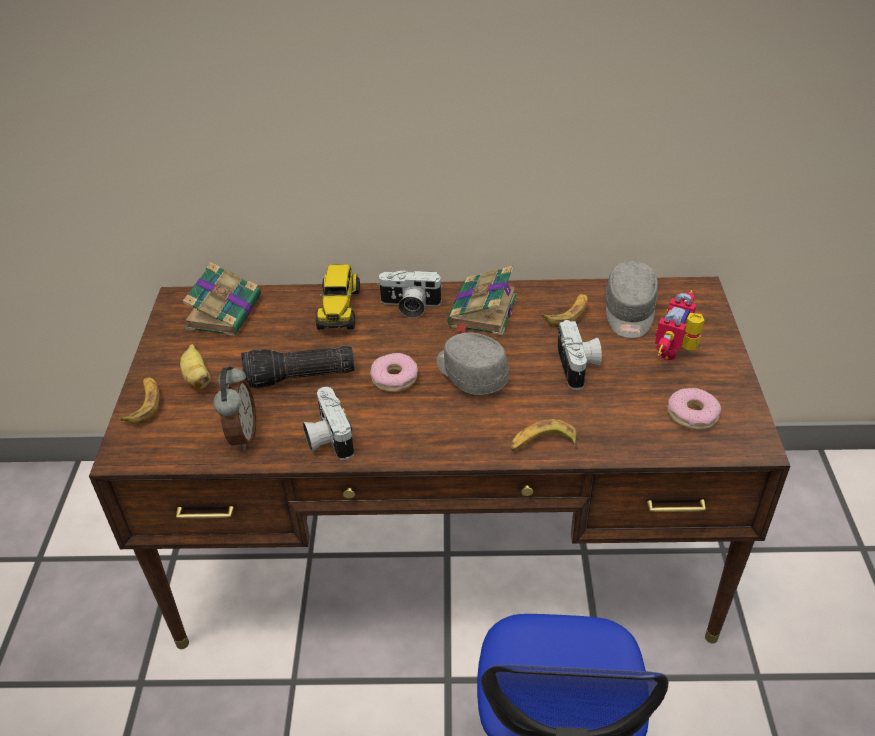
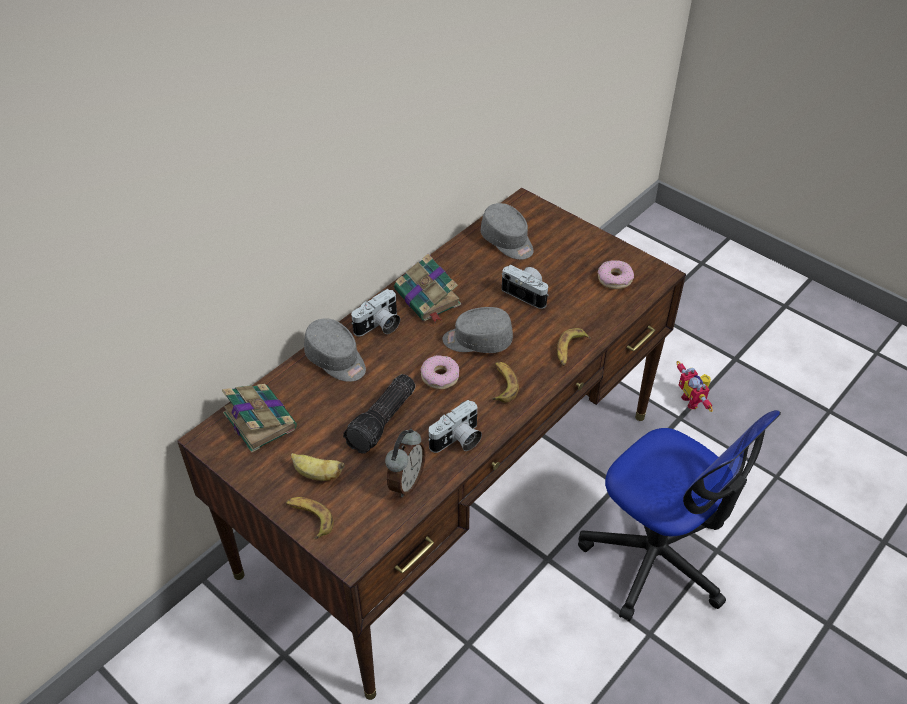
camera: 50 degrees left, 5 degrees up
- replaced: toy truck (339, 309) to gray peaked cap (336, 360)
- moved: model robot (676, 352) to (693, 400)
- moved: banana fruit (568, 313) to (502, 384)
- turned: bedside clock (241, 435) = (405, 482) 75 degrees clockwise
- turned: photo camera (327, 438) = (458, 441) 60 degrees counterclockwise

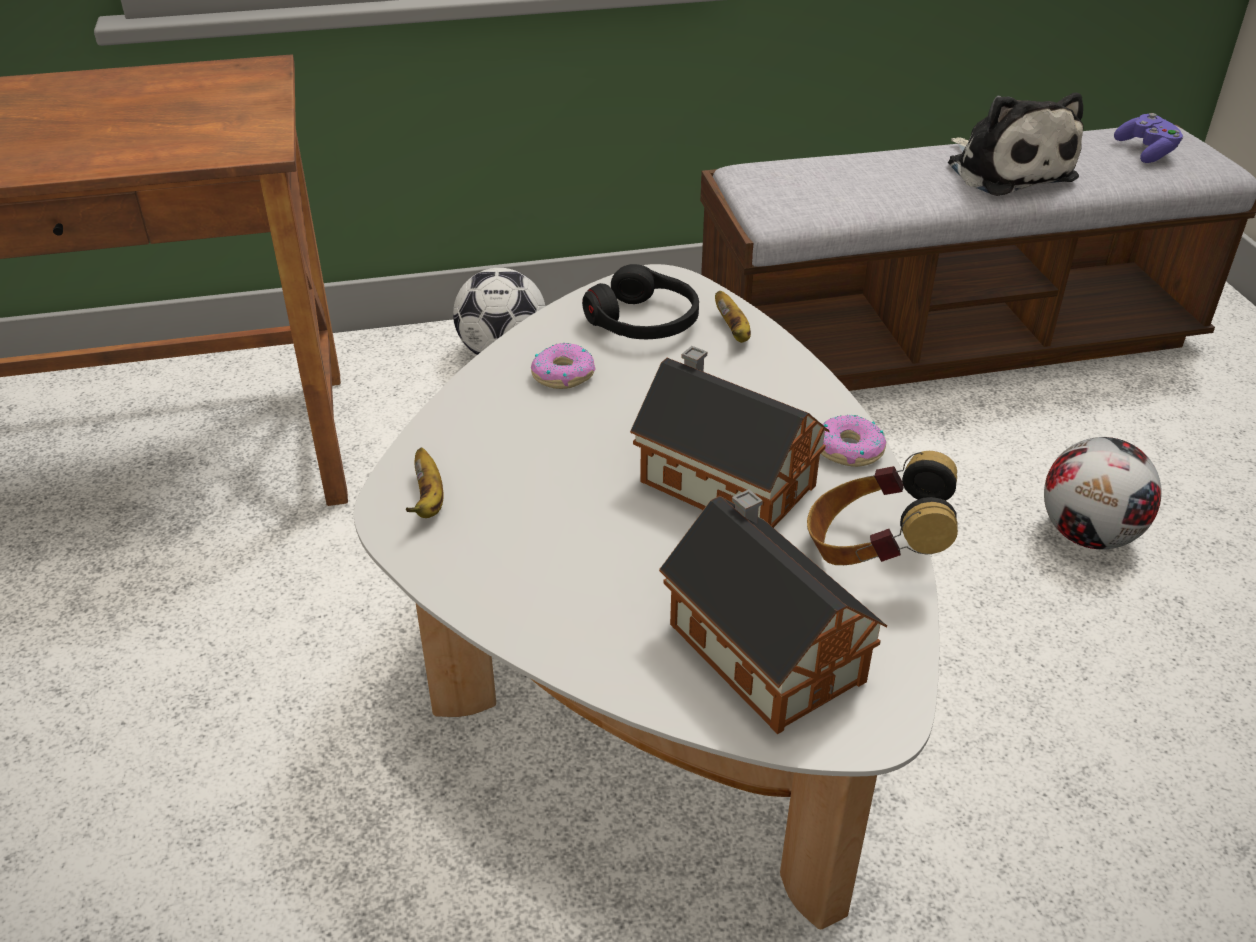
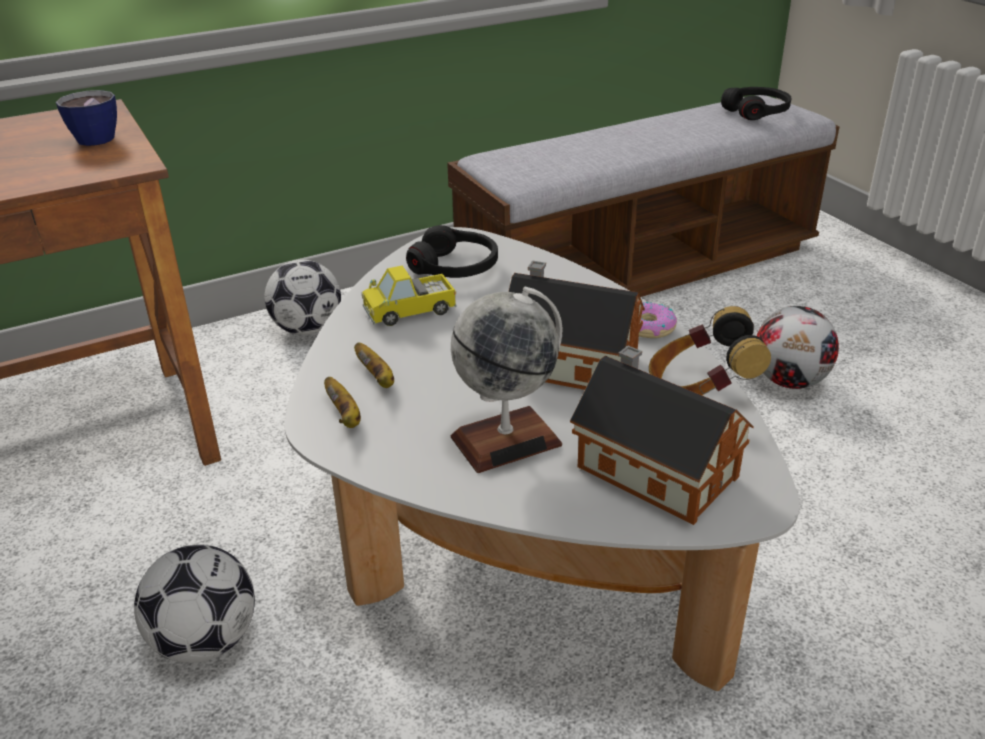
camera: 15 degrees left, 5 degrees down
- removed: cuddly toy (1007, 170)
- replaced: purplish joypad (1146, 151) to black-coloured headset (756, 112)
- moved: banana fruit (733, 331) to (377, 378)
- replaced: donut (563, 374) to toy truck (410, 312)
- added: small cup (93, 137)
- added: desk globe (506, 440)
- added: ball for football (205, 641)

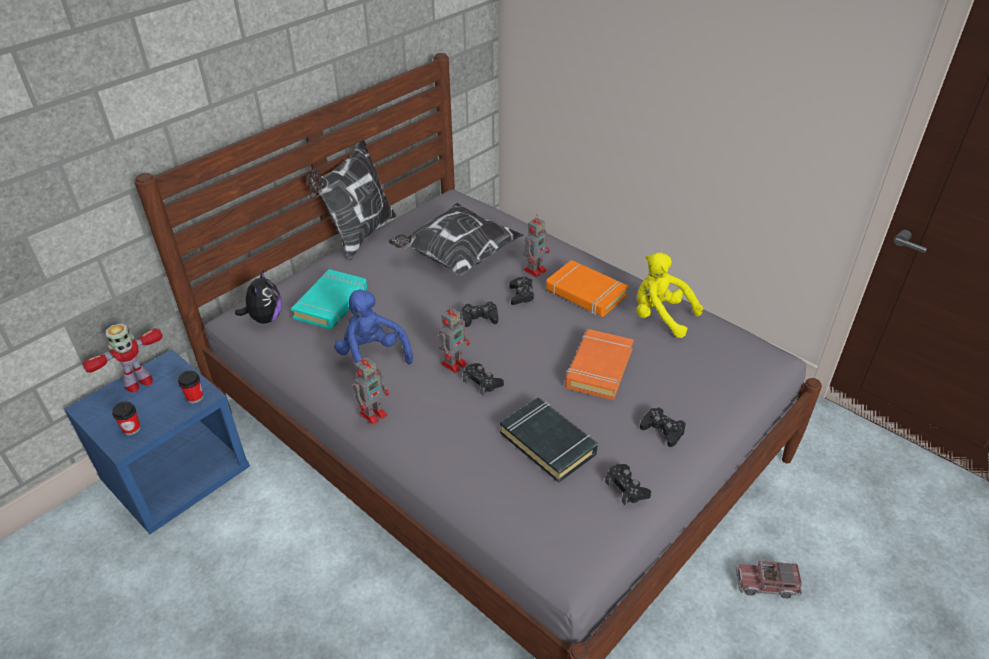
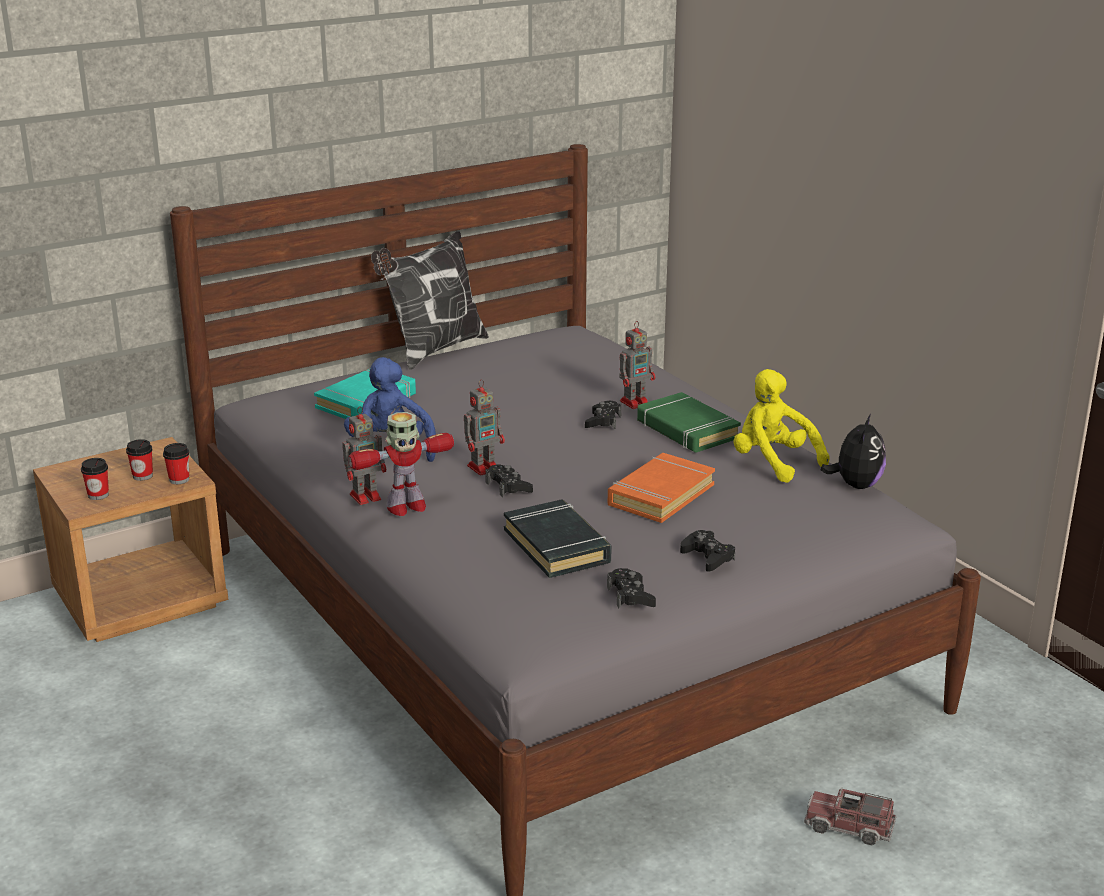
camera: 15 degrees right, 15 degrees down
- removed: pillow (456, 257)
- recoloured: orangey book (585, 293) to green-coloured book (686, 430)
- moved: cuddly toy (265, 318) to (855, 485)
- removed: black-coloured joypad (479, 318)
- moved: model robot (137, 382) to (405, 507)
- recoloured: bluish nightstand (178, 477) to brown-coloured nightstand (141, 599)
- added: small cup (142, 476)

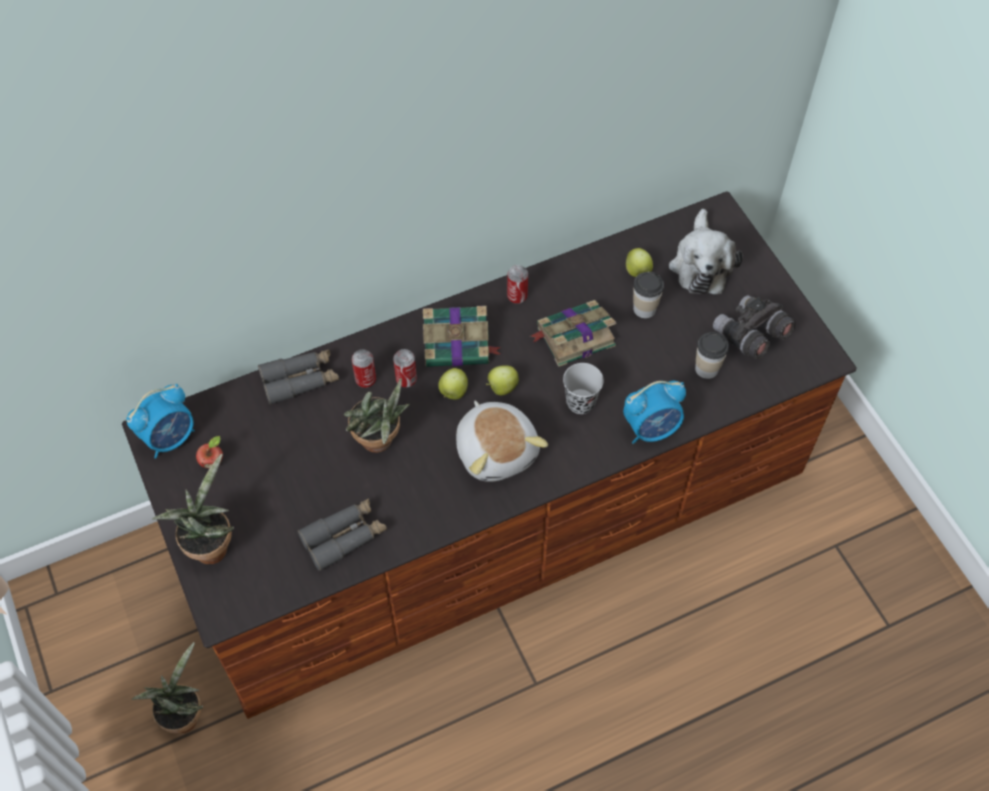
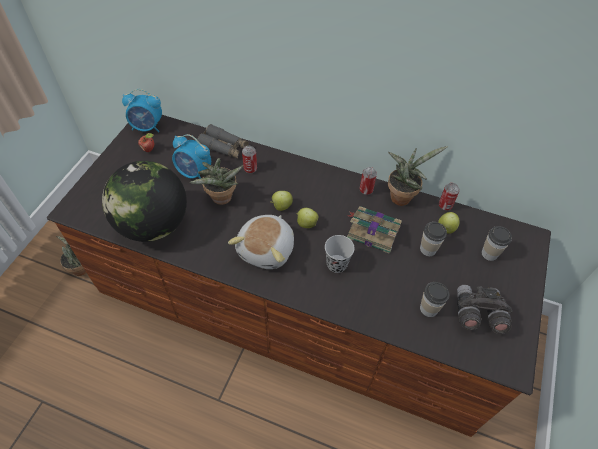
camera: 45 degrees right, 5 degrees down
- replaced: cuddly toy (701, 264) to small cup (489, 253)
- removed: book (458, 344)
- moved: sealed can (406, 379) to (445, 206)
- moved: bedside clock (651, 428) to (194, 173)
- moved: plant in a pot (211, 544) to (402, 196)
- replaced: gray pair of binoculars (344, 537) to desk globe (153, 225)

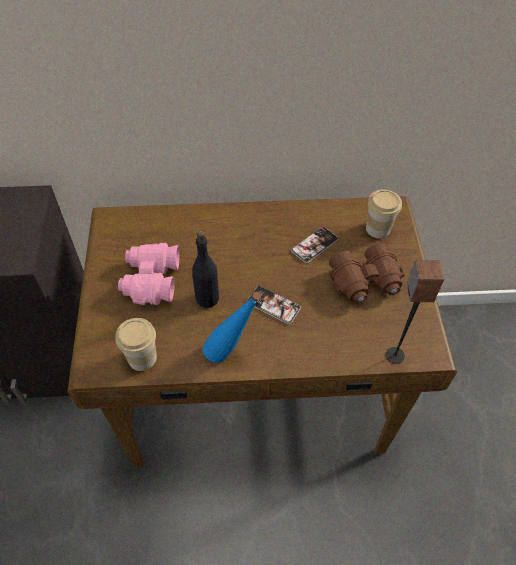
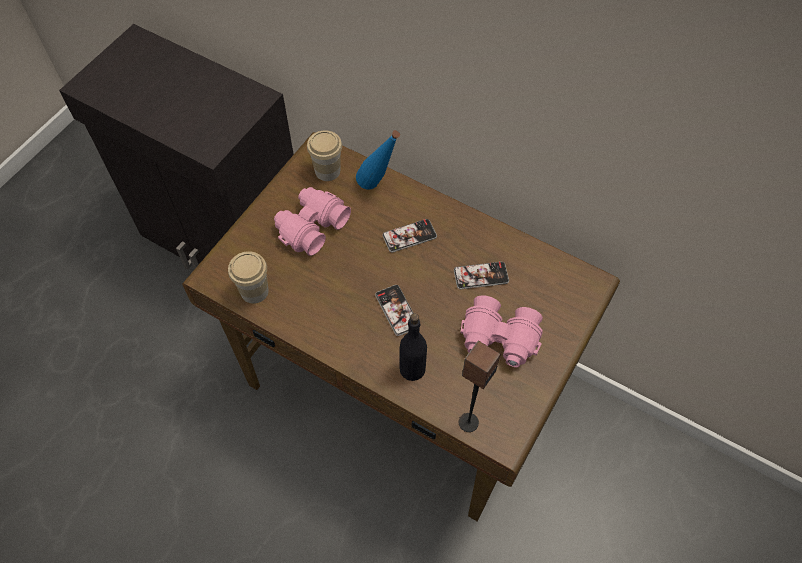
camera: 35 degrees right, 5 degrees up
- moved: small cup (378, 229) to (327, 171)
- moved: black-coloured beverage bottle (207, 298) to (412, 368)
- recoloured: brown-coloured pair of binoculars (366, 282) to pink-coloured pair of binoculars (499, 340)
- moved: bluish beverage bottle (231, 354) to (378, 188)
- added: telephone (409, 236)

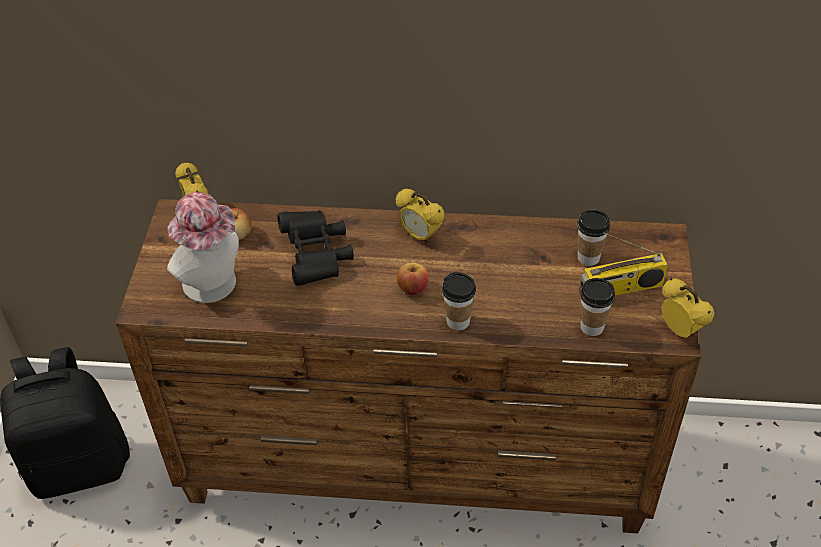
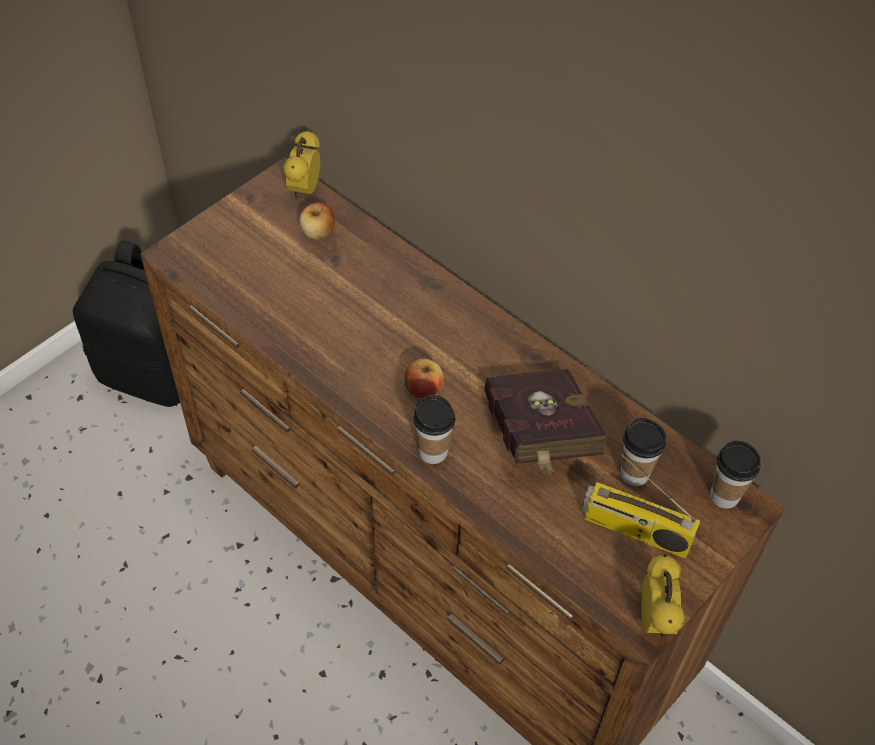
camera: 35 degrees right, 5 degrees up
- removed: bedside clock (420, 236)
- removed: clothing hat (214, 286)
- removed: black-coloured pair of binoculars (317, 256)
- moved: small cup (592, 327) to (724, 496)
- added: reddish book (539, 441)

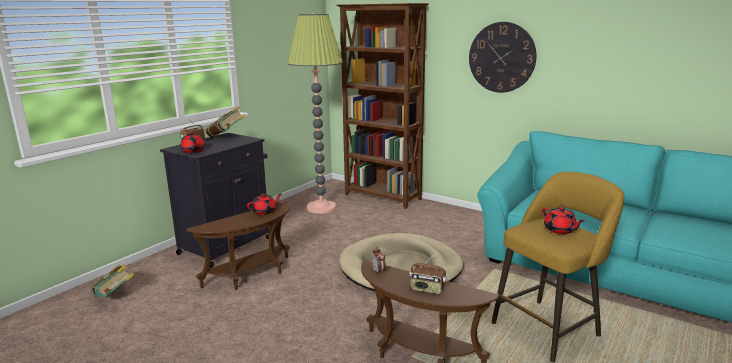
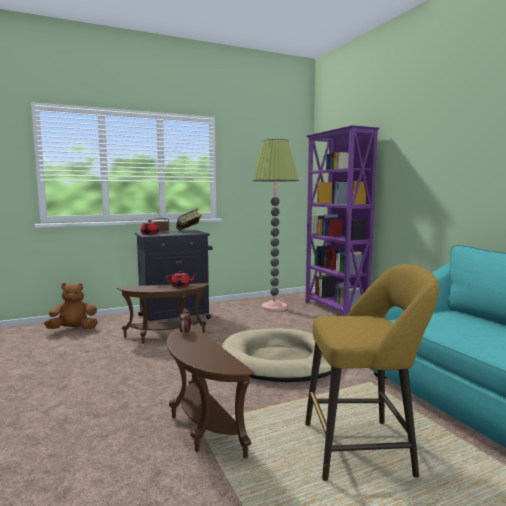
camera: 30 degrees right, 10 degrees down
- recoloured: brown-coloured bookcase (382, 197) to purplish bookcase (335, 309)
- removed: wall clock (501, 57)
- removed: reddish pot for tea (560, 230)
- removed: radio receiver (427, 289)
- replaced: book (115, 296) to brown-coloured cuddly toy (73, 329)

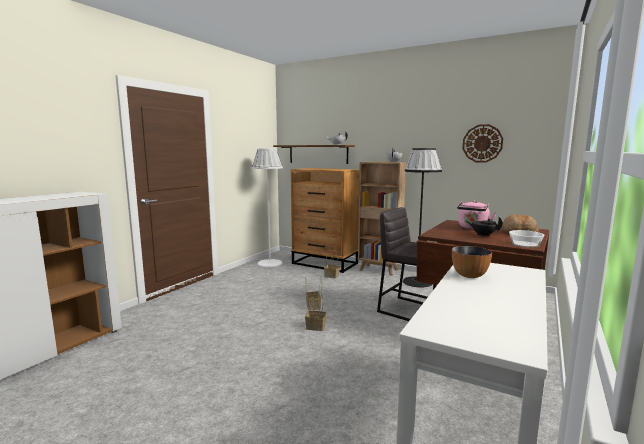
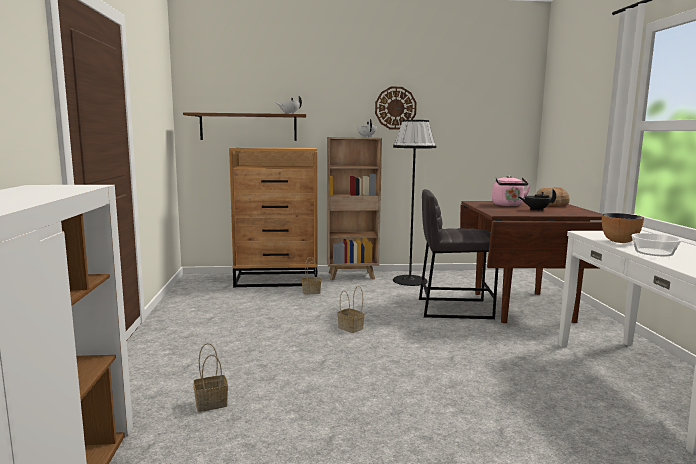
camera: 35 degrees left, 0 degrees up
- moved: wall clock (482, 143) to (395, 108)
- removed: white standard lamp (270, 263)
- moved: serving bowl (525, 244) to (653, 252)
- moved: household basket (316, 327) to (212, 403)

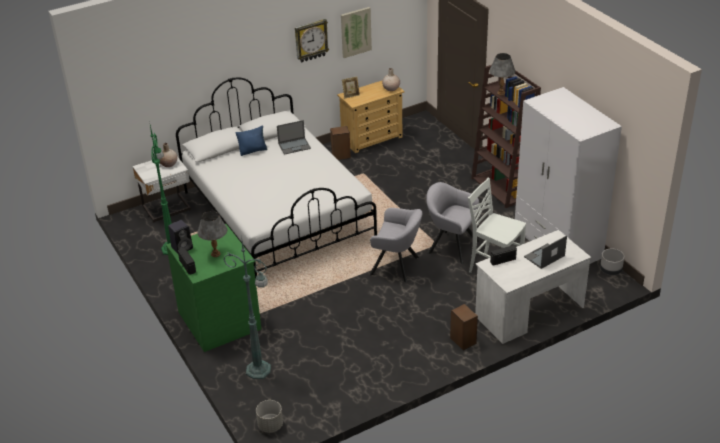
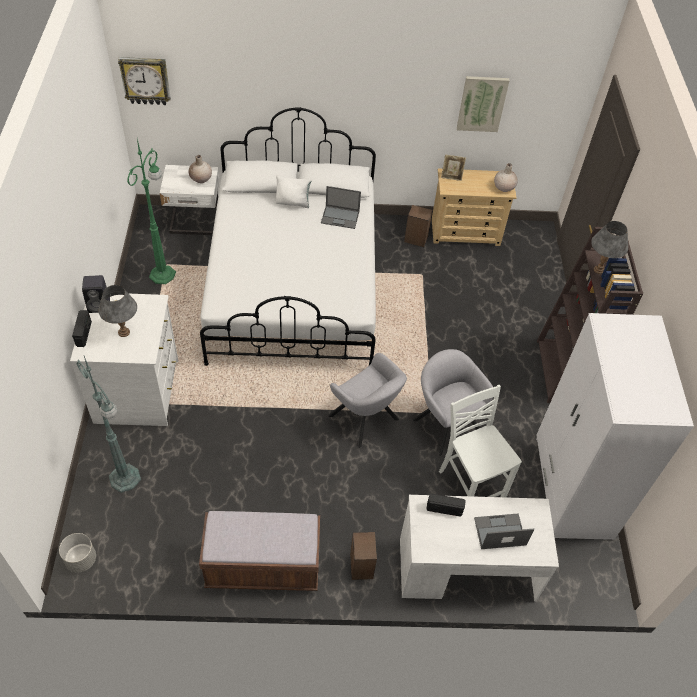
camera: 25 degrees right, 15 degrees up
- moved: wall clock (311, 40) to (145, 80)
- recoloured: bluish pillow (253, 150) to white pillow (293, 202)
- recoloured: green-coloured drawer chest (220, 320) to white drawer chest (138, 391)
- removed: gray flower pot (611, 270)
- added: brown-coloured long seat (263, 567)

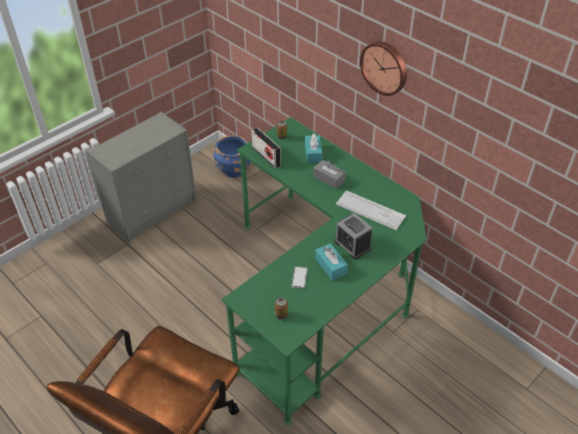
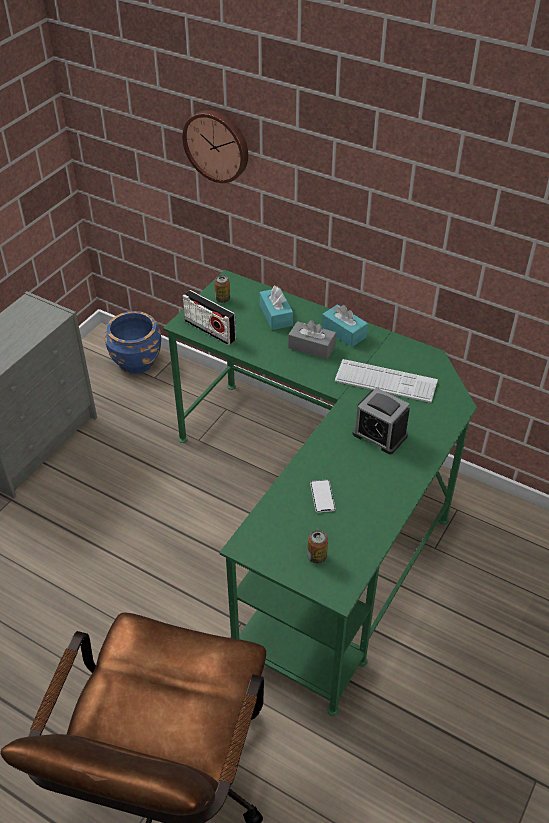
camera: 15 degrees left, 0 degrees up
- moved: wall clock (385, 67) to (217, 145)
- moved: blue-green tissue holder (330, 266) to (344, 332)

